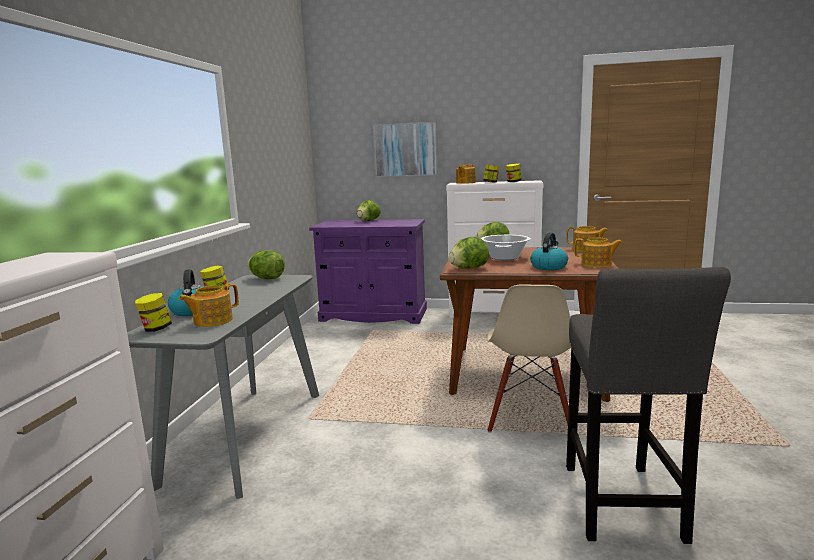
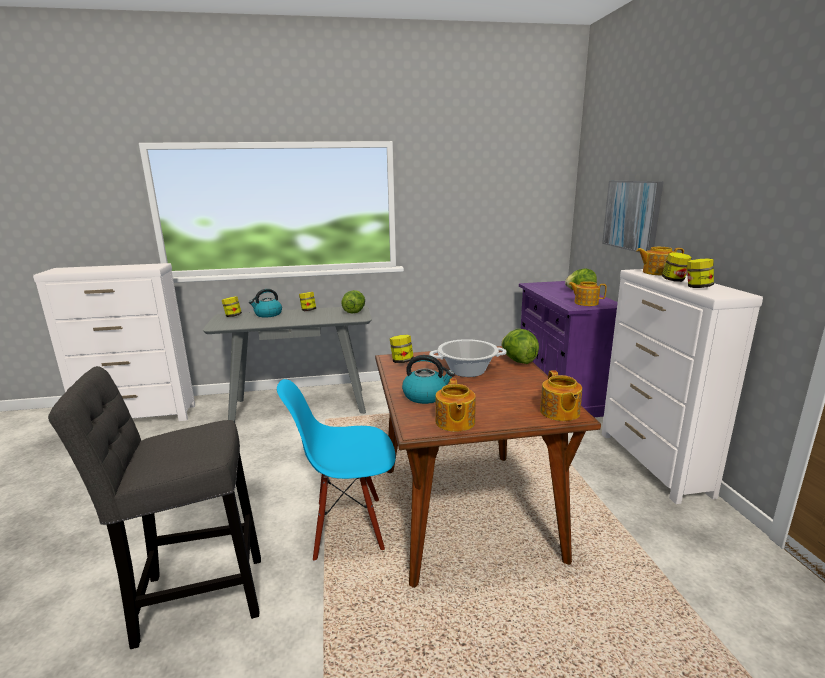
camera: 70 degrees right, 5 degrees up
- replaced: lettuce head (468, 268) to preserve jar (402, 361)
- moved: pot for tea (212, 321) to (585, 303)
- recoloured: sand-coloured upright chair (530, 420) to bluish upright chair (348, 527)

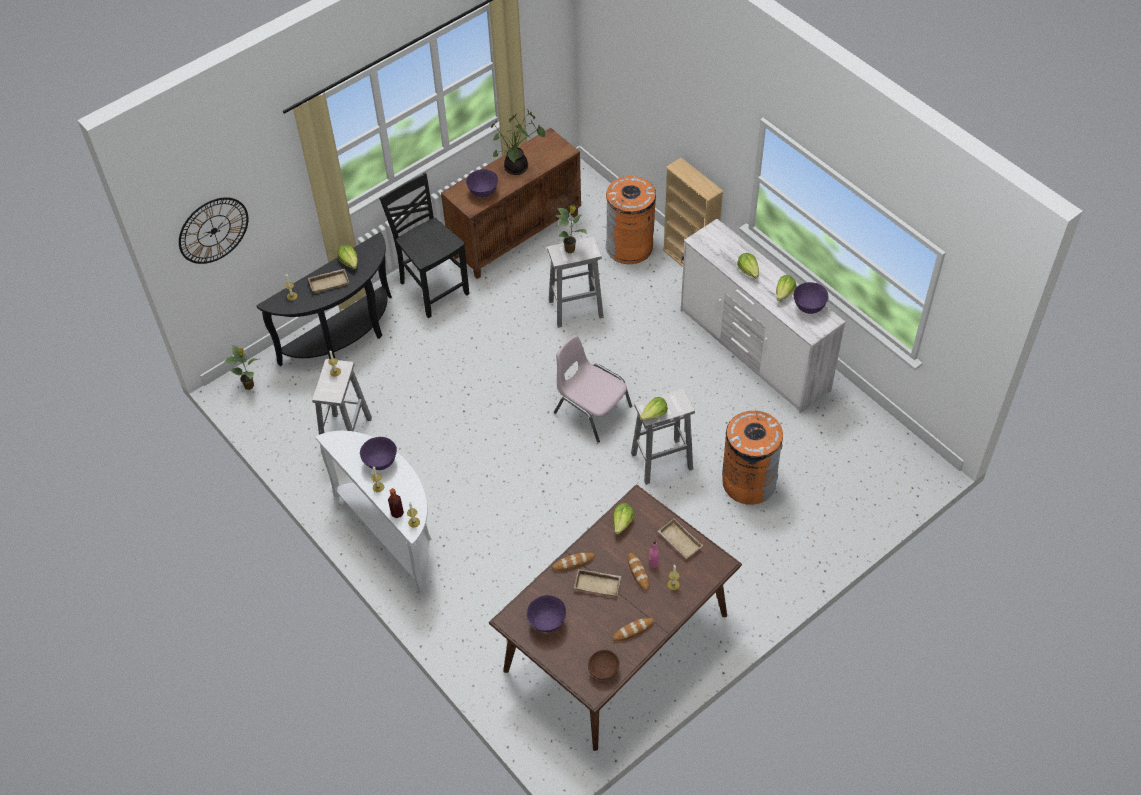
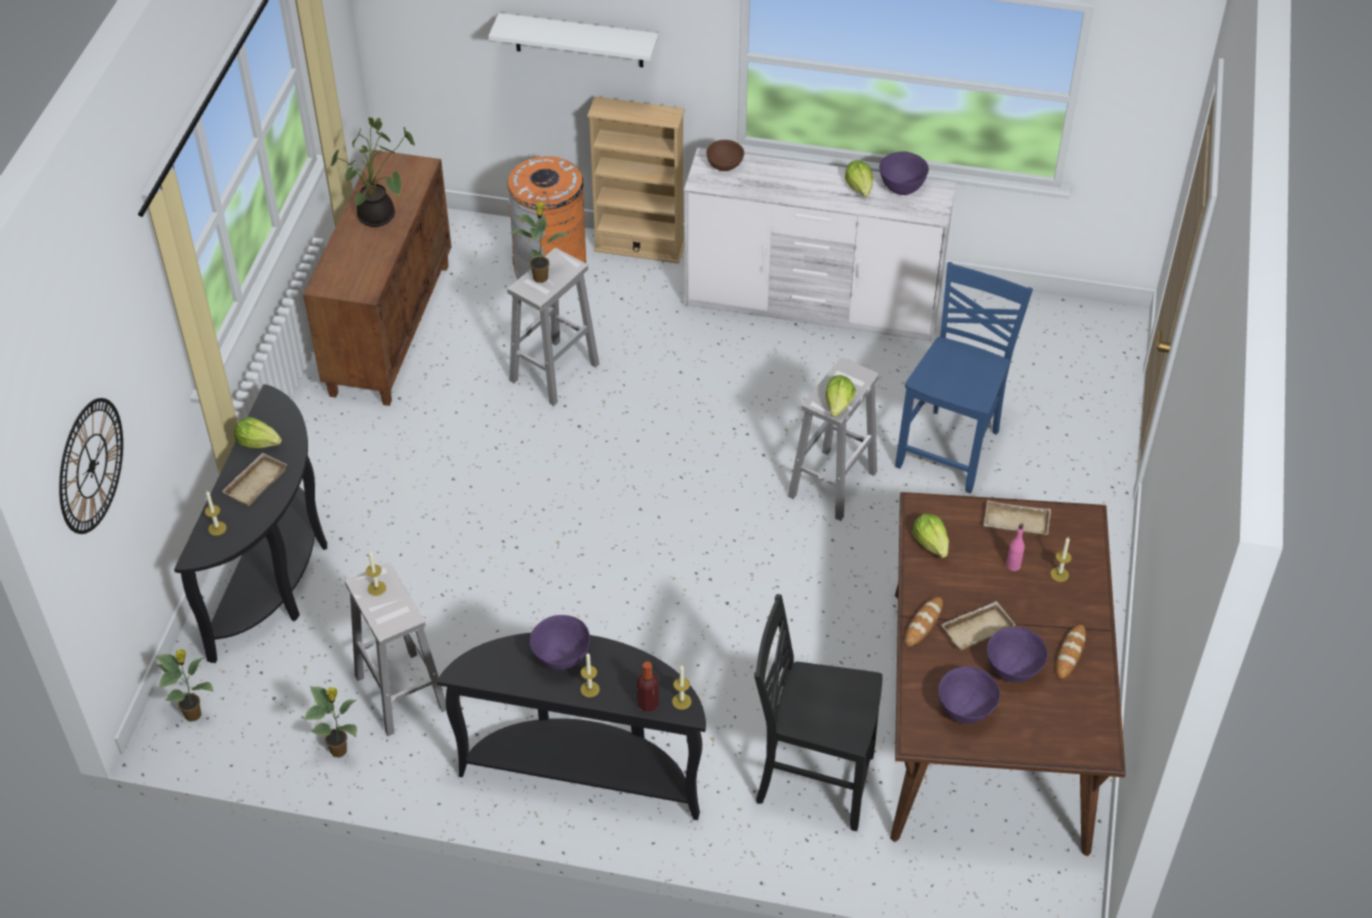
camera: 40 degrees left, 5 degrees down
- moved: purplish serving bowl (483, 192) to (1012, 670)
- moved: black-coloured upright chair (433, 288) to (812, 780)
- removed: lettuce head (749, 270)
- removed: pink-coloured upright chair (591, 409)
- replaced: orangey trash can (748, 482) to bluish upright chair (951, 449)
- recoloured: white console table (393, 532) to black-coloured console table (585, 770)
- removed: bread (638, 572)
- moved: brown-coloured serving bowl (604, 670) to (725, 165)
- added: white wall shelf (579, 40)
- added: plant in a pot (340, 750)

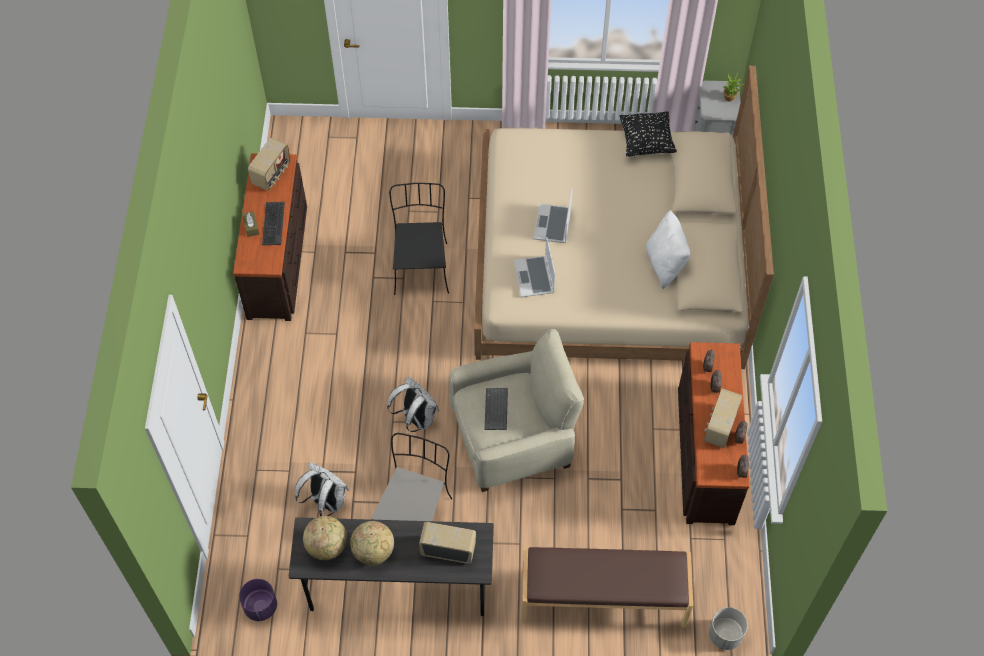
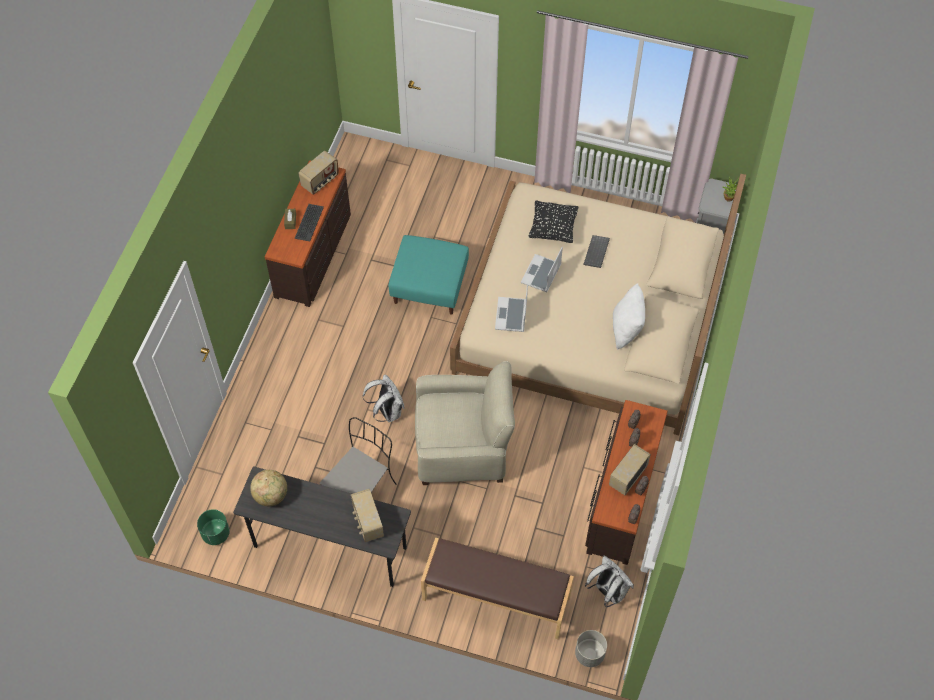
camera: 15 degrees right, 0 degrees up
- moved: black-coloured pillow (646, 143) to (552, 229)
- replaced: black-coloured upright chair (421, 267) to blue-green pouffe (430, 286)
- moved: keyboard (497, 410) to (597, 252)
- moved: white backpack (326, 502) to (608, 592)
- removed: desk globe (373, 551)
- turned: radio receiver (448, 549) = (367, 522) 135 degrees counterclockwise
- recoloured: purplish flower pot (260, 607) to green-coloured flower pot (215, 534)

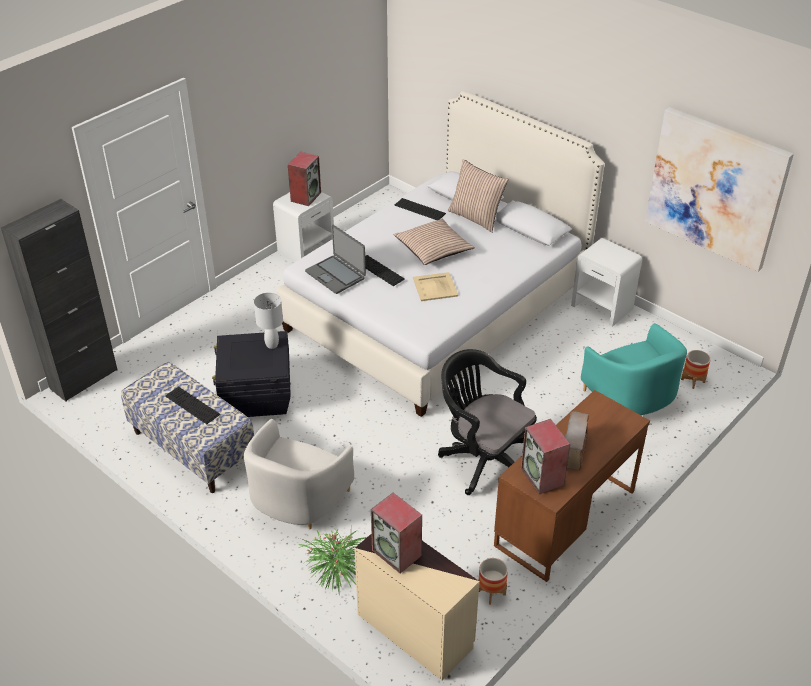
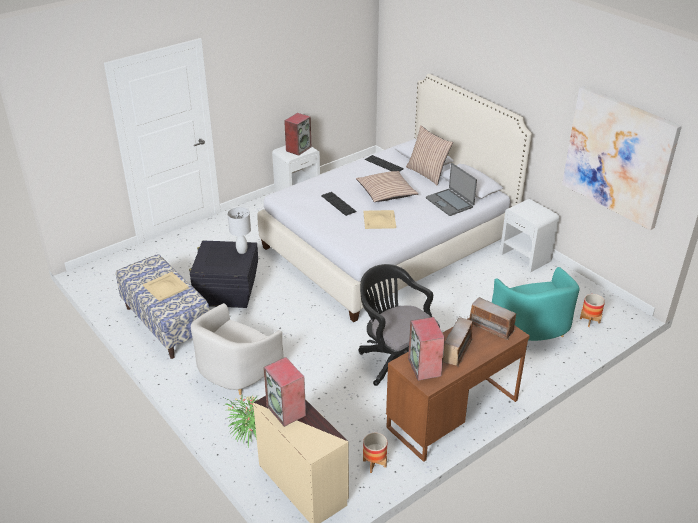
camera: 10 degrees right, 5 degrees down
- removed: black-coloured cupboard (84, 379)
- moved: notebook computer (336, 275) to (450, 202)
- replaced: keyboard (192, 405) to sand-coloured tray (166, 287)
- added: radio receiver (491, 327)

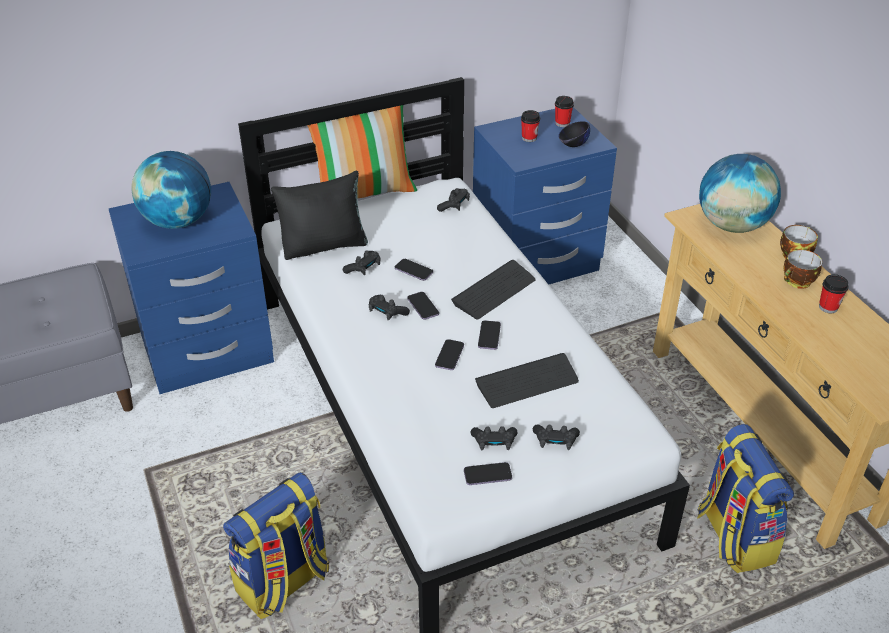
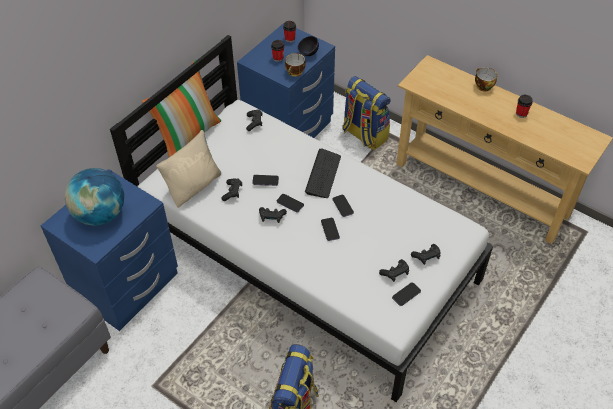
camera: 30 degrees left, 10 degrees up
- removed: desk globe (732, 225)
- recoloured: black-coloured pillow (324, 245) to sand-coloured pillow (194, 186)
- moved: small cup (797, 282) to (295, 72)
- removed: keyboard (527, 382)
- moved: backpack (733, 536) to (364, 135)

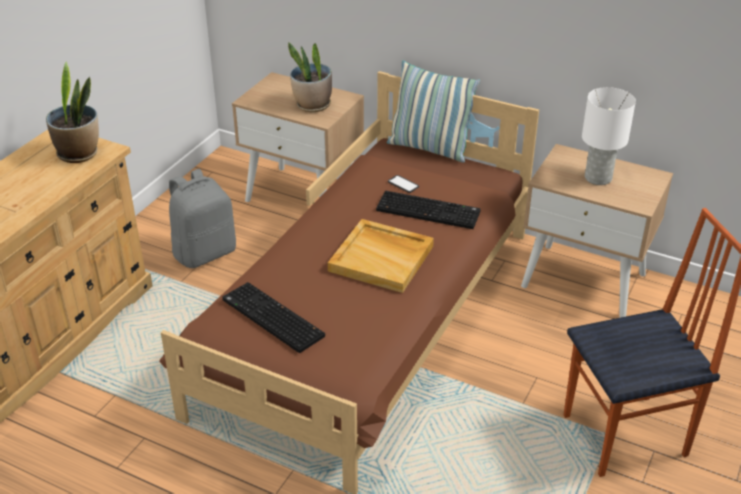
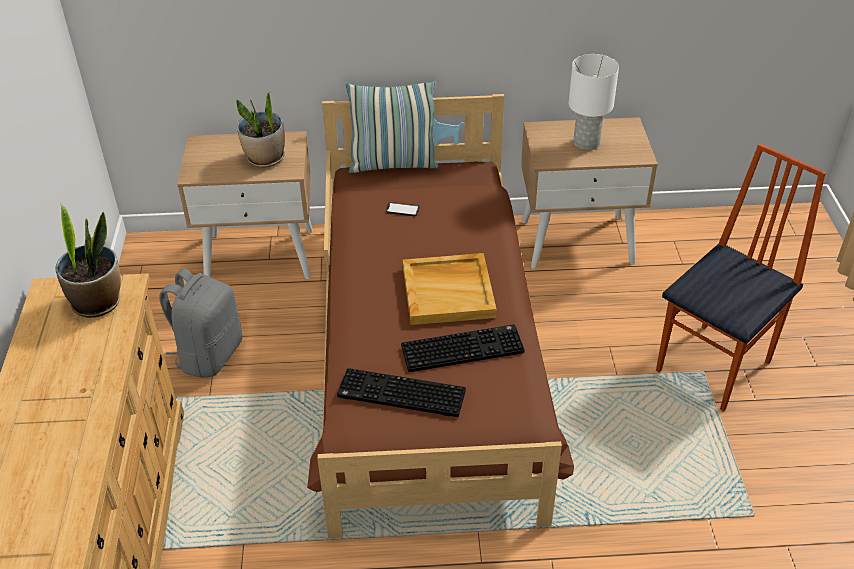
camera: 30 degrees left, 5 degrees up
- moved: keyboard (429, 210) to (463, 348)

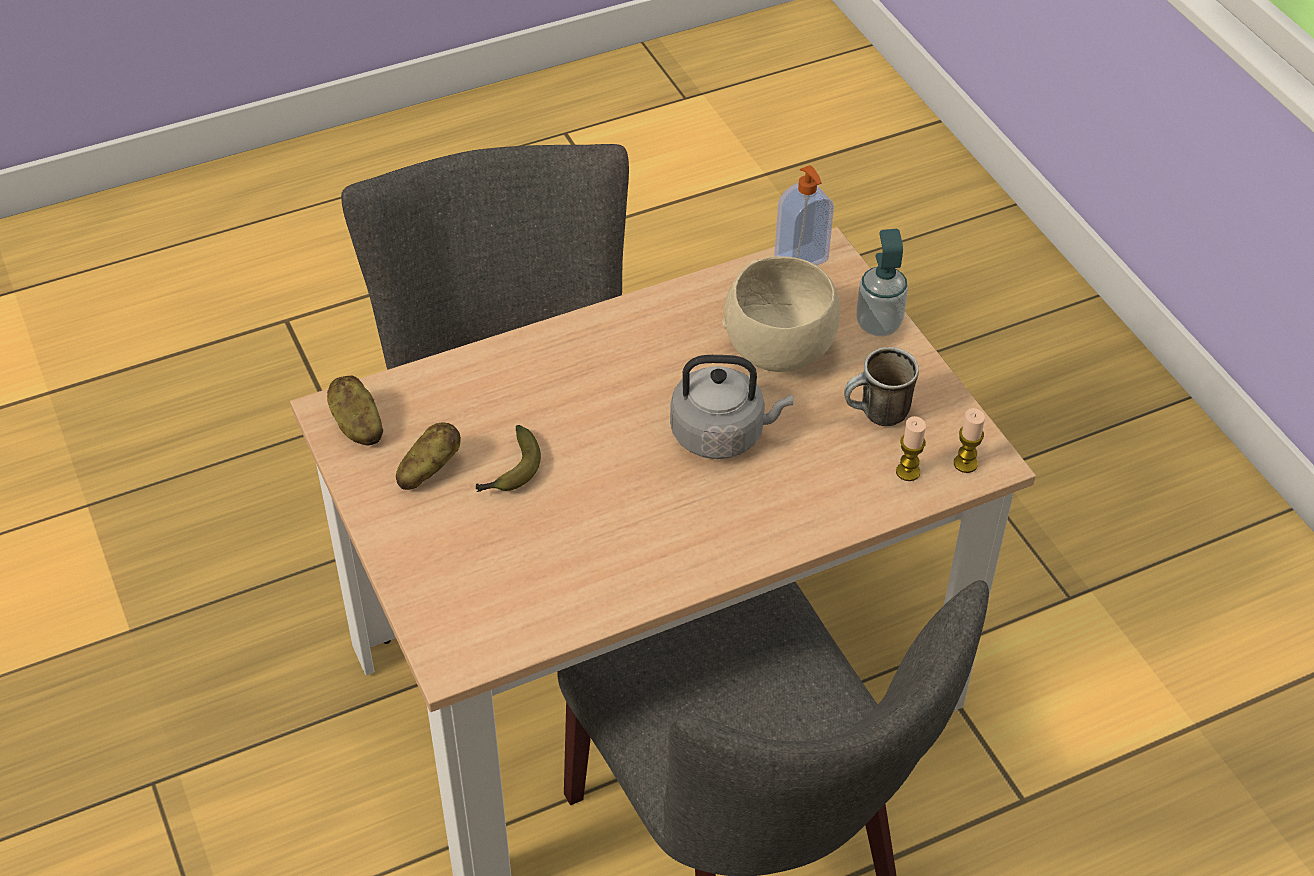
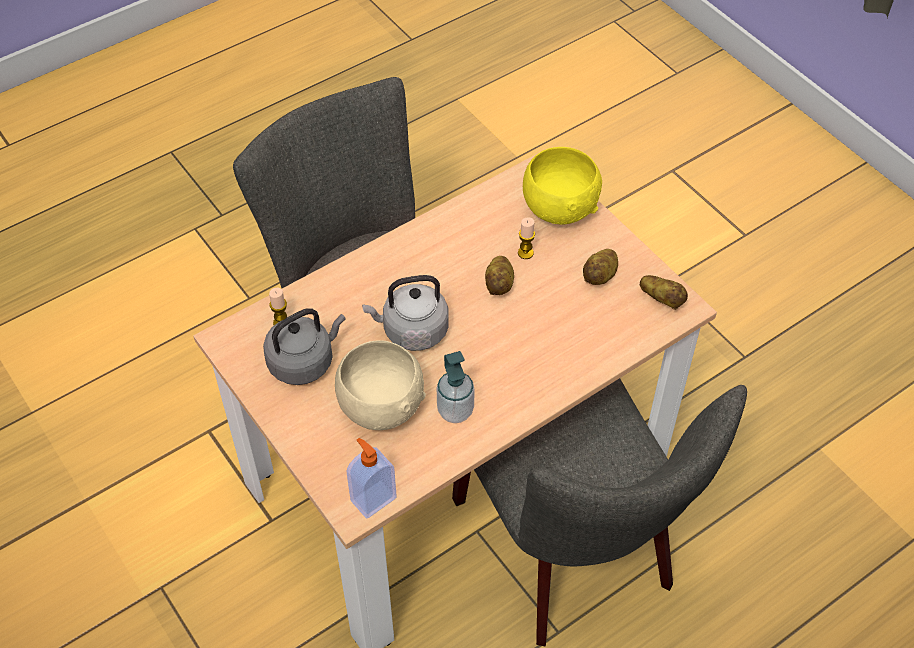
camera: 170 degrees right, 5 degrees up
- moved: soap dispenser (878, 324) to (455, 411)
- replaced: tea mug (877, 416) to gray kettle (304, 361)
- moved: wax light (965, 463) to (525, 253)
- removed: banana fruit (510, 472)
- added: yellowish serving bowl (559, 208)
- added: potato (500, 284)

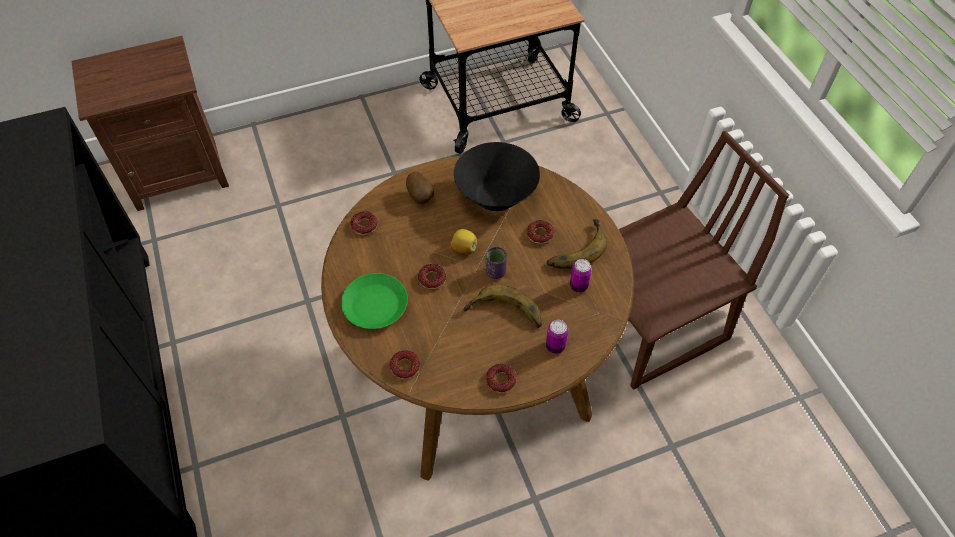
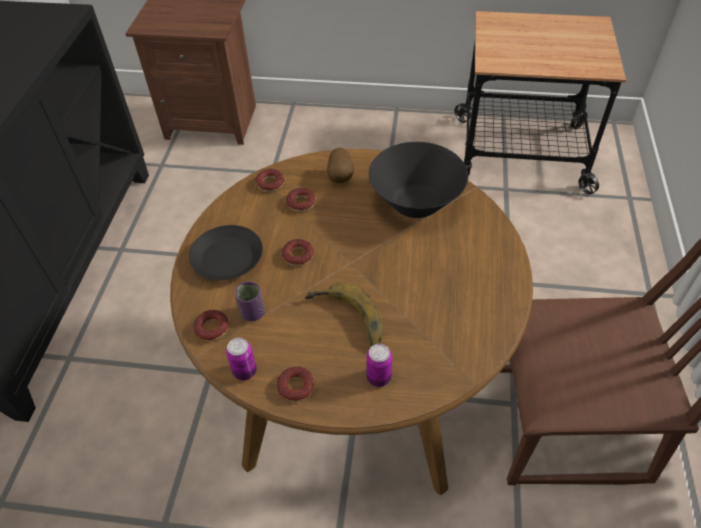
camera: 30 degrees right, 5 degrees down
- removed: banana fruit (574, 248)
- moved: donut (540, 234) to (301, 203)
- removed: lemon (464, 248)
- moved: purplish small cup (495, 272) to (252, 313)
- moved: sealed can (578, 286) to (244, 371)
- recoloured: green-coloured plate (375, 304) to black-coloured plate (228, 257)

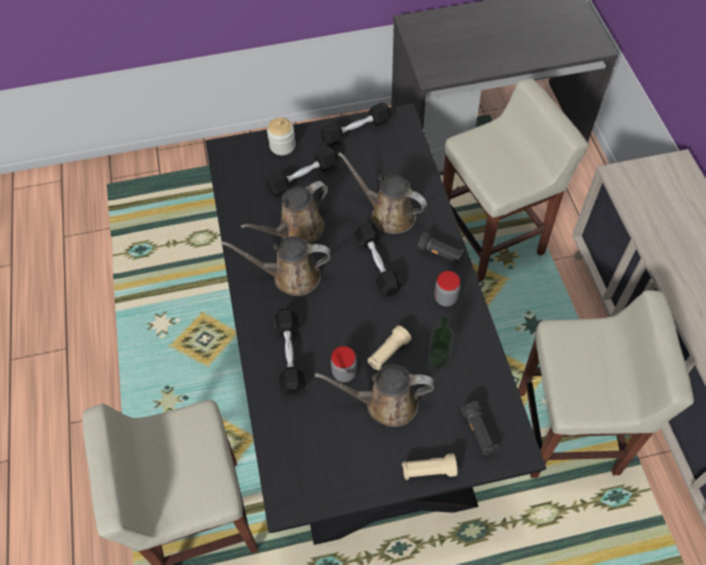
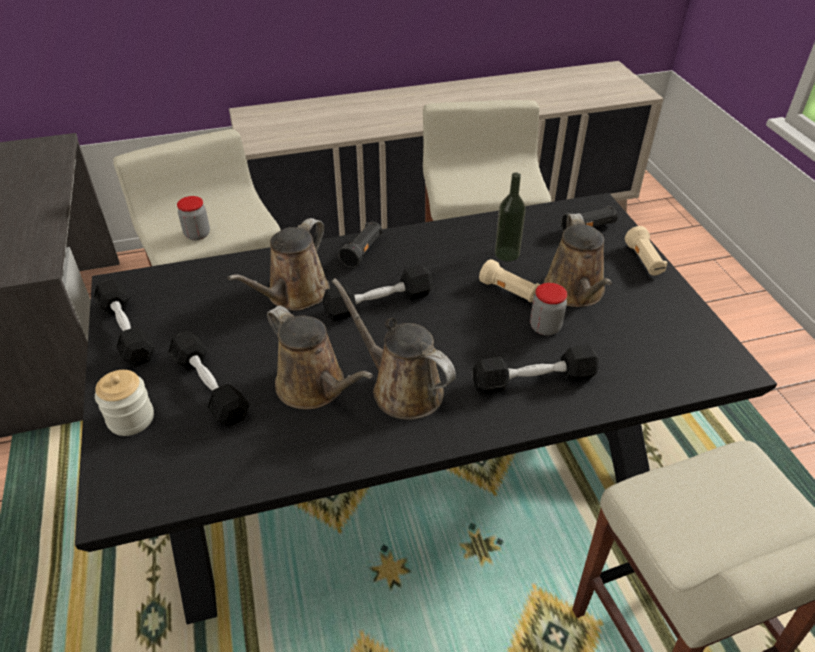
camera: 95 degrees left, 15 degrees down
- turned: brown-coloured sprinkling can (291, 276) = (401, 388) 135 degrees clockwise
- moved: preserve jar (445, 298) to (197, 234)

